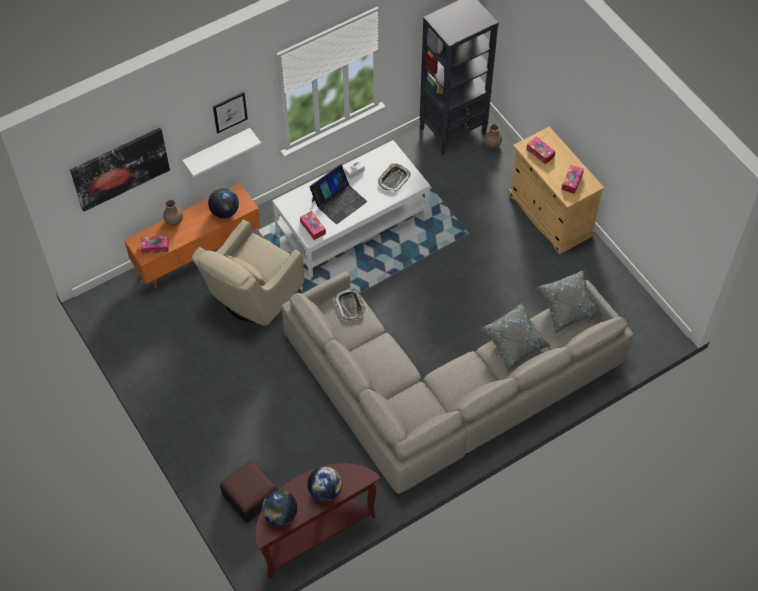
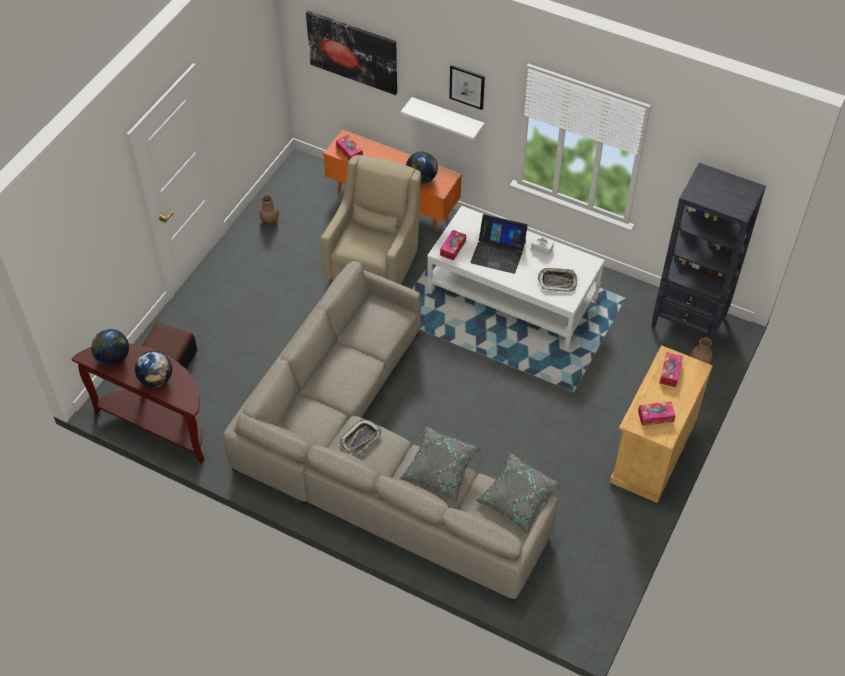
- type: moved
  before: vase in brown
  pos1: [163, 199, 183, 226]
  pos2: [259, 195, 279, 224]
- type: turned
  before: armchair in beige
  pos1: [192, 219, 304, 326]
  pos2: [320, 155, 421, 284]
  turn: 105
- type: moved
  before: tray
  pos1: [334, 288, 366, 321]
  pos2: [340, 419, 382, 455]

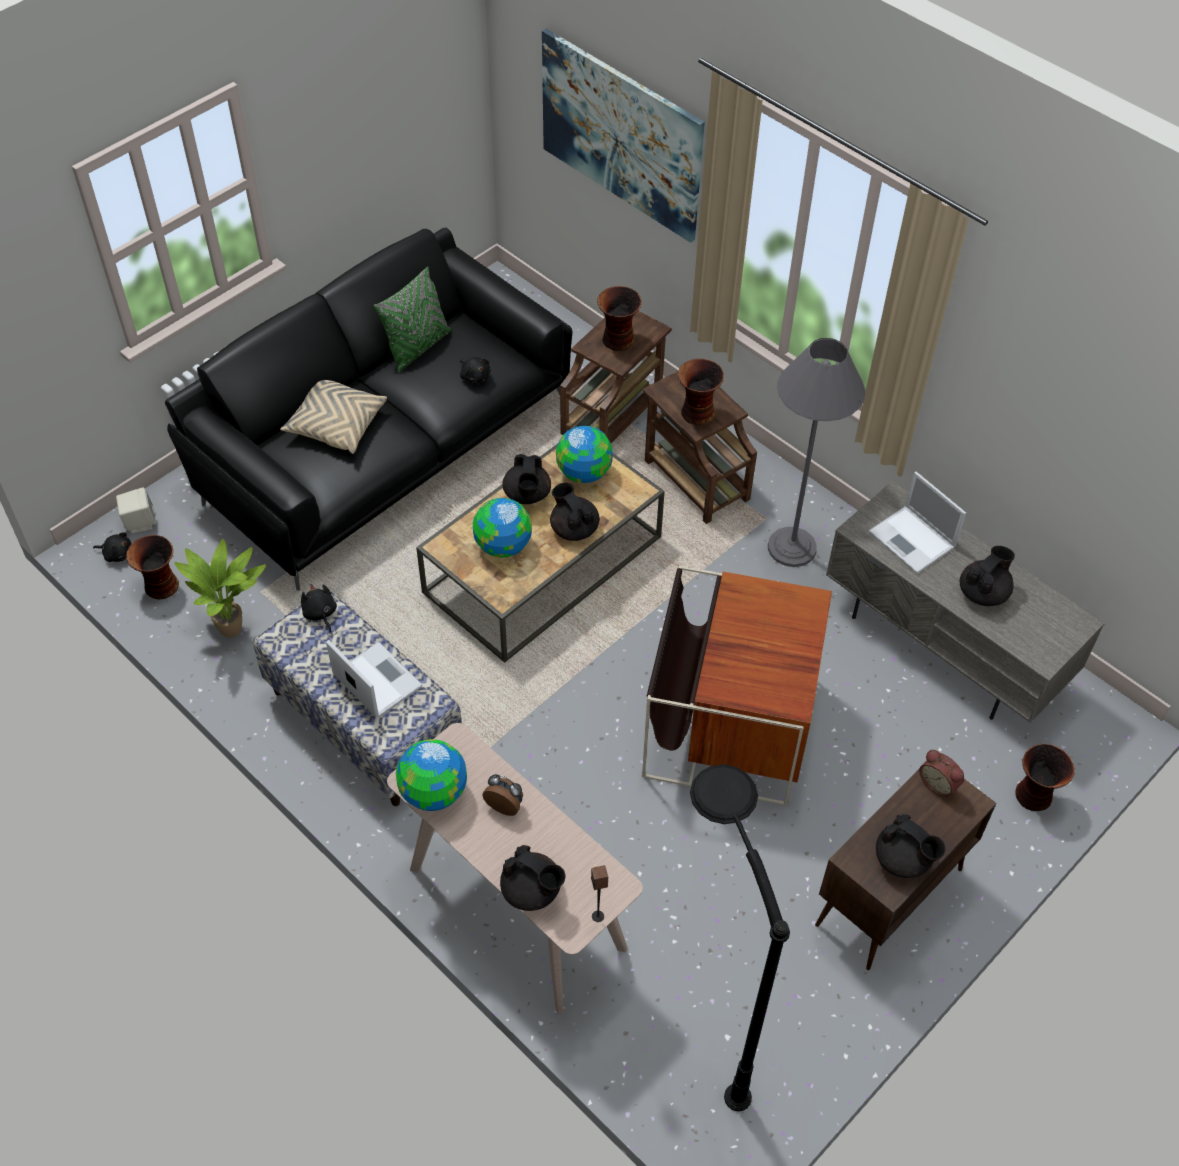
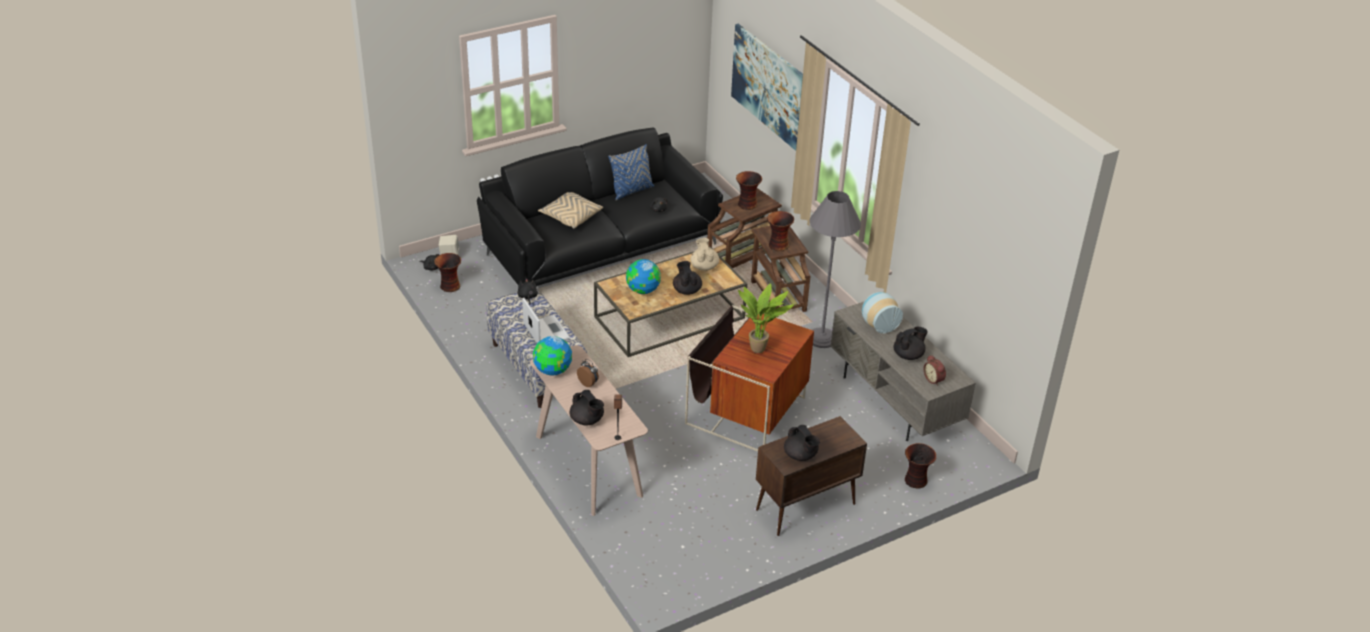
- type: recoloured
  before: pillow in green
  after: pillow in blue
  pos1: [374, 267, 451, 373]
  pos2: [608, 144, 654, 200]
- type: replaced
  before: globe
  after: teapot in beige
  pos1: [556, 426, 613, 483]
  pos2: [691, 238, 719, 271]
- type: moved
  before: potted plant
  pos1: [174, 539, 266, 637]
  pos2: [738, 283, 794, 353]
- type: replaced
  before: laptop
  after: vase
  pos1: [869, 472, 966, 574]
  pos2: [862, 292, 903, 333]
- type: moved
  before: alarm clock
  pos1: [919, 750, 964, 797]
  pos2: [923, 355, 946, 386]
- type: removed
  before: teapot in black
  pos1: [502, 454, 551, 504]
- type: removed
  before: floor lamp in black
  pos1: [690, 764, 790, 1111]

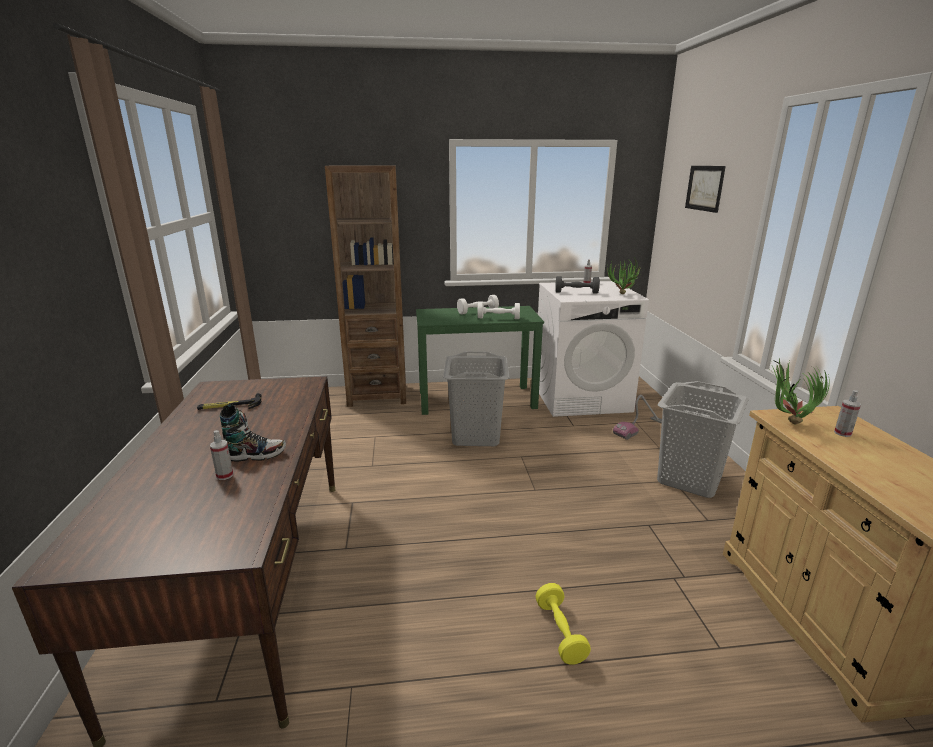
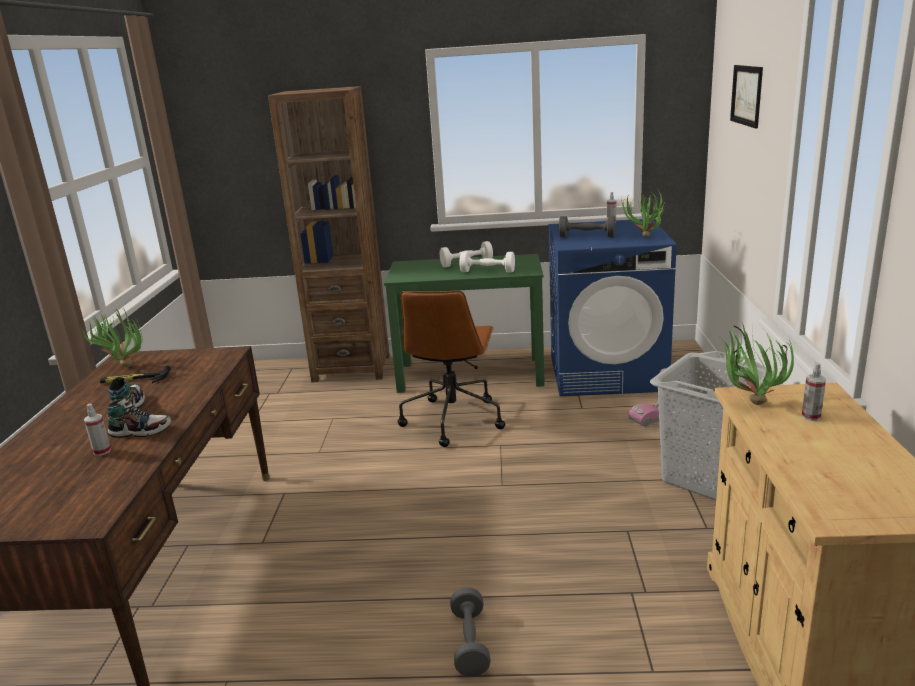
- type: added
  after: potted plant
  pos2: [80, 306, 142, 367]
- type: replaced
  before: laundry basket in grey
  after: office chair in brown
  pos1: [443, 352, 509, 446]
  pos2: [398, 290, 505, 447]
- type: recoloured
  before: dumbbell in yellow
  after: dumbbell in grey
  pos1: [535, 583, 591, 665]
  pos2: [450, 587, 491, 677]
- type: recoloured
  before: washing machine in white
  after: washing machine in blue
  pos1: [538, 281, 649, 417]
  pos2: [548, 219, 677, 396]

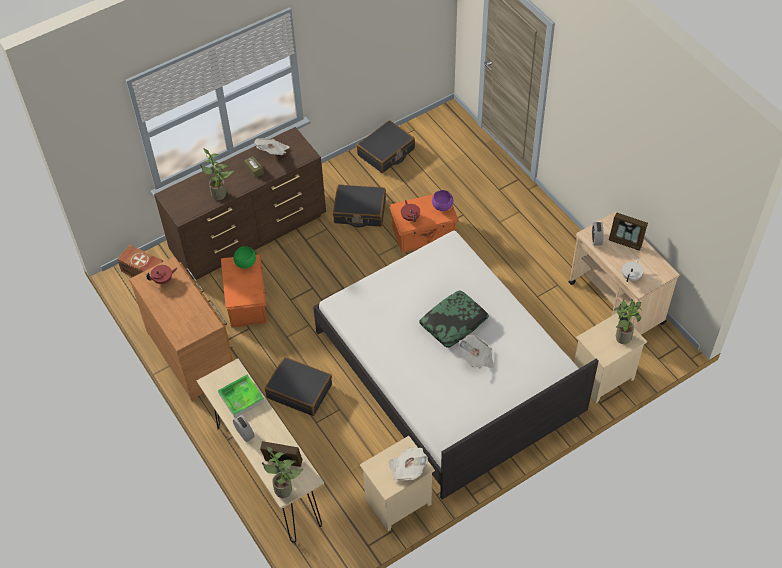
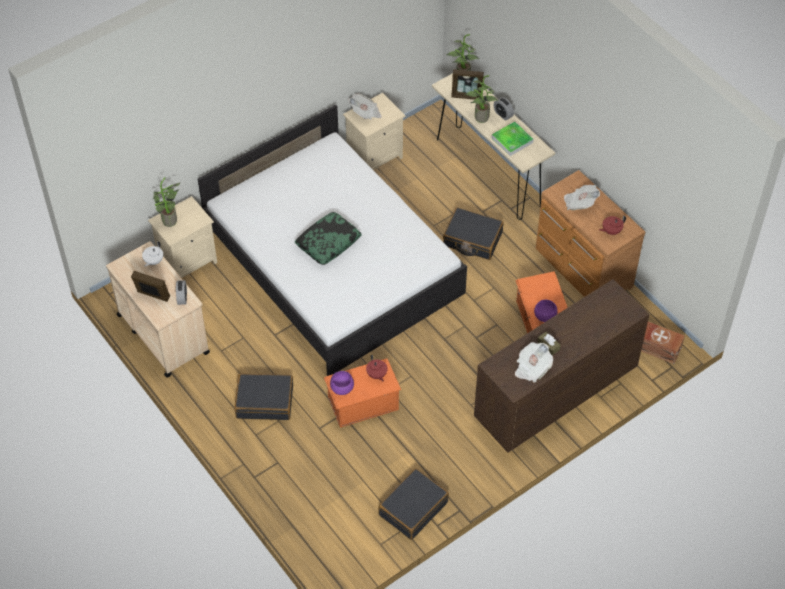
- type: moved
  before: suitcase in black
  pos1: [333, 184, 386, 228]
  pos2: [234, 374, 293, 420]
- type: moved
  before: potted plant
  pos1: [200, 148, 234, 200]
  pos2: [464, 75, 498, 123]
- type: recoloured
  before: bowl in green
  after: bowl in purple
  pos1: [233, 246, 256, 269]
  pos2: [534, 300, 558, 322]
- type: moved
  before: newspaper
  pos1: [459, 335, 493, 368]
  pos2: [564, 185, 600, 210]

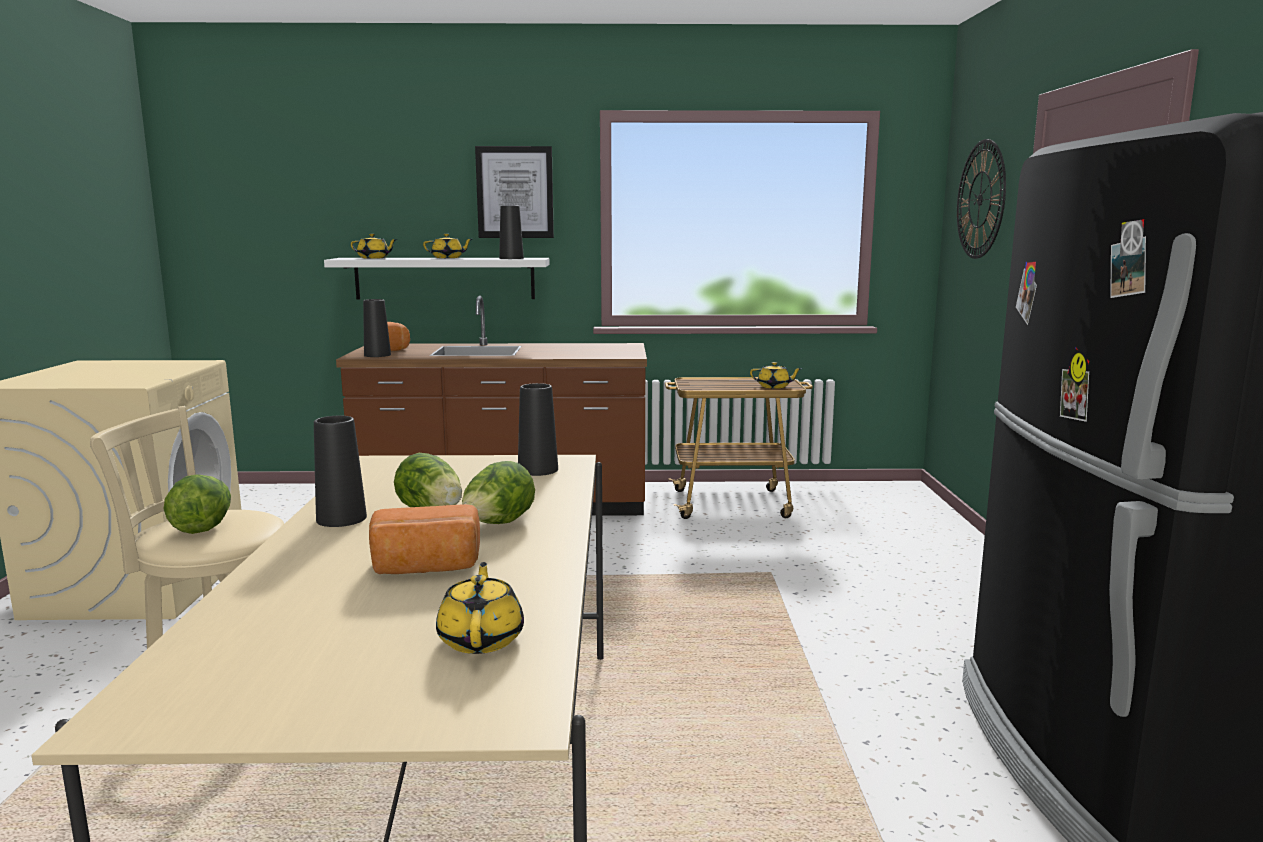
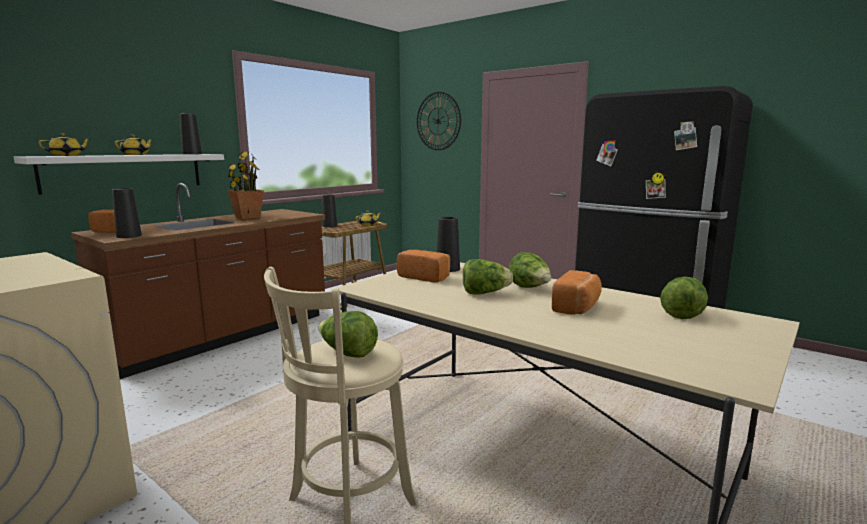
- type: added
  after: potted plant
  pos2: [227, 152, 264, 219]
- type: moved
  before: vase in black
  pos1: [314, 416, 367, 527]
  pos2: [322, 195, 337, 227]
- type: added
  after: bread
  pos2: [397, 250, 450, 283]
- type: replaced
  before: teapot in yellow
  after: lettuce
  pos1: [436, 562, 524, 654]
  pos2: [660, 277, 708, 319]
- type: removed
  before: picture
  pos1: [475, 146, 554, 238]

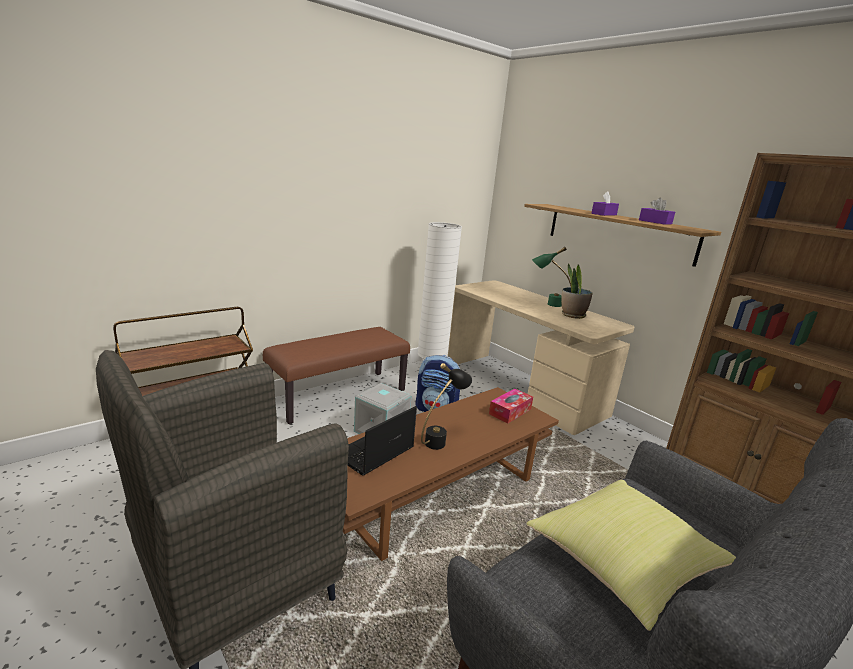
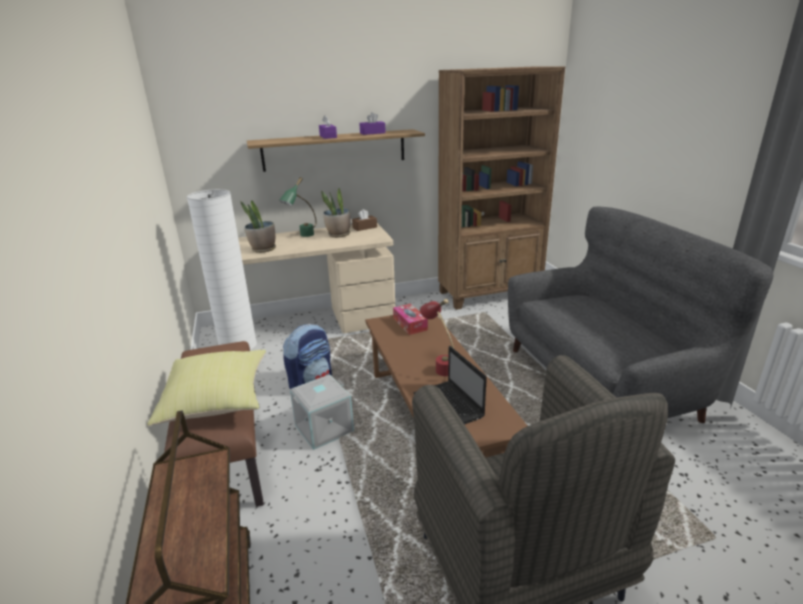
- type: moved
  before: pillow in yellow
  pos1: [527, 480, 736, 631]
  pos2: [147, 350, 266, 426]
- type: added
  after: potted plant
  pos2: [240, 200, 276, 253]
- type: added
  after: tissue box in brown
  pos2: [352, 209, 377, 231]
- type: recoloured
  before: table lamp in black
  after: table lamp in red
  pos1: [421, 363, 472, 450]
  pos2: [420, 299, 454, 376]

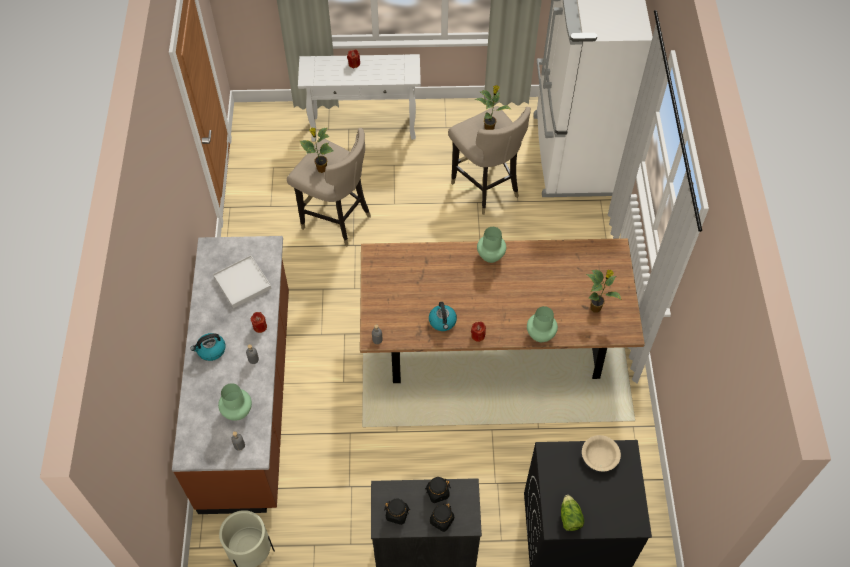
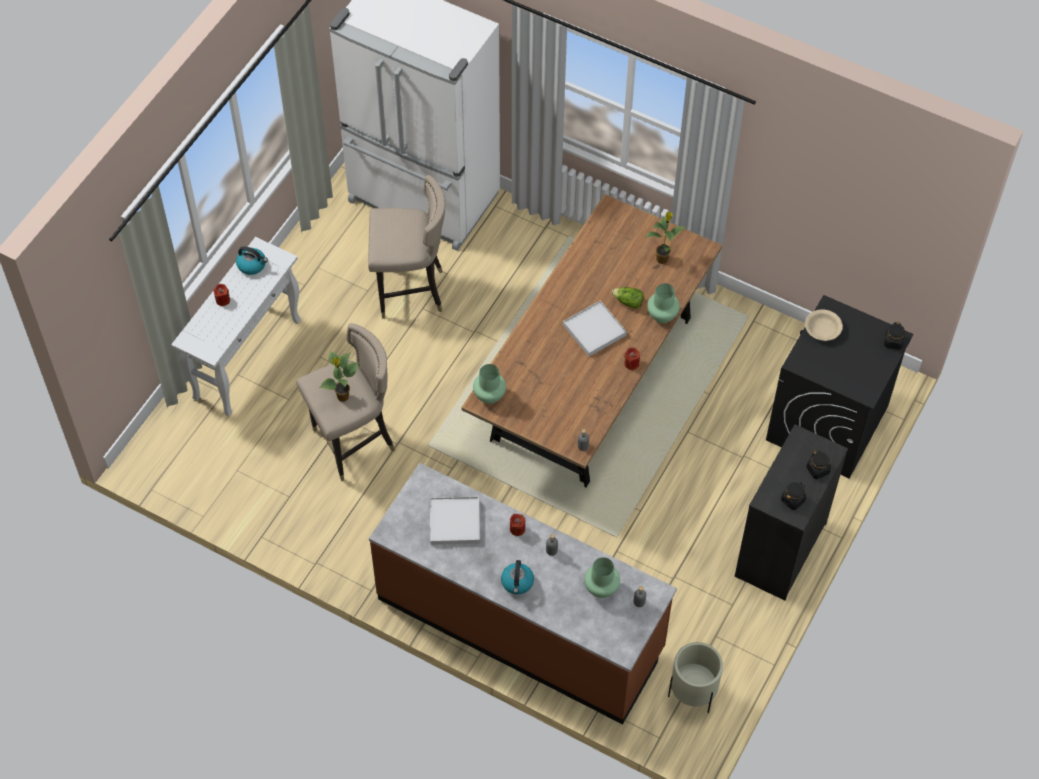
- type: moved
  before: kettle
  pos1: [429, 302, 457, 331]
  pos2: [236, 246, 268, 275]
- type: moved
  before: vase in green
  pos1: [477, 227, 506, 263]
  pos2: [473, 364, 506, 404]
- type: added
  after: tray in white
  pos2: [563, 301, 627, 357]
- type: moved
  before: lettuce
  pos1: [561, 495, 584, 531]
  pos2: [611, 287, 644, 309]
- type: moved
  before: jar in black
  pos1: [425, 477, 451, 503]
  pos2: [884, 322, 905, 350]
- type: removed
  before: potted plant
  pos1: [474, 85, 511, 130]

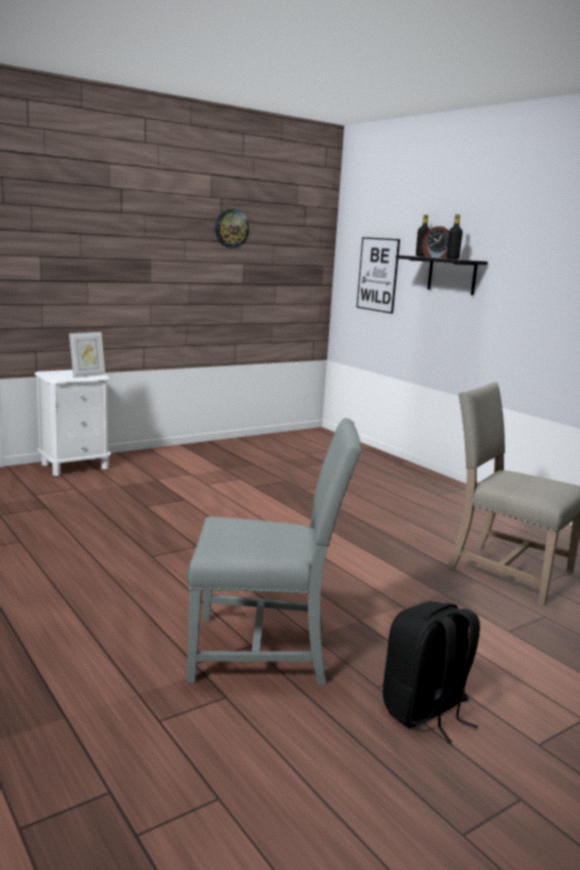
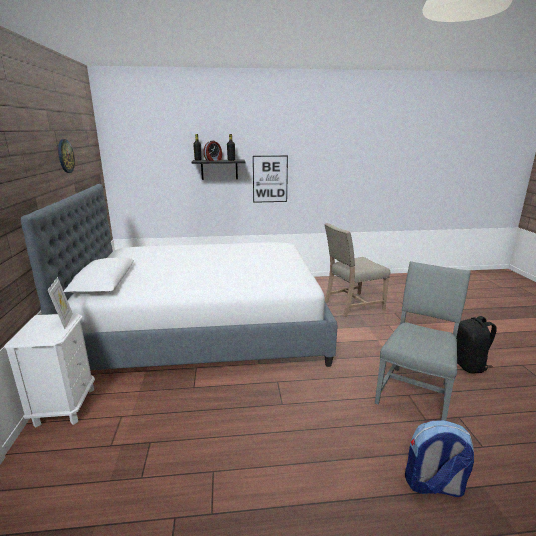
- type: added
  after: bed
  pos2: [21, 184, 337, 370]
- type: moved
  before: picture
  pos1: [357, 237, 400, 314]
  pos2: [253, 155, 288, 203]
- type: added
  after: backpack
  pos2: [405, 420, 474, 497]

